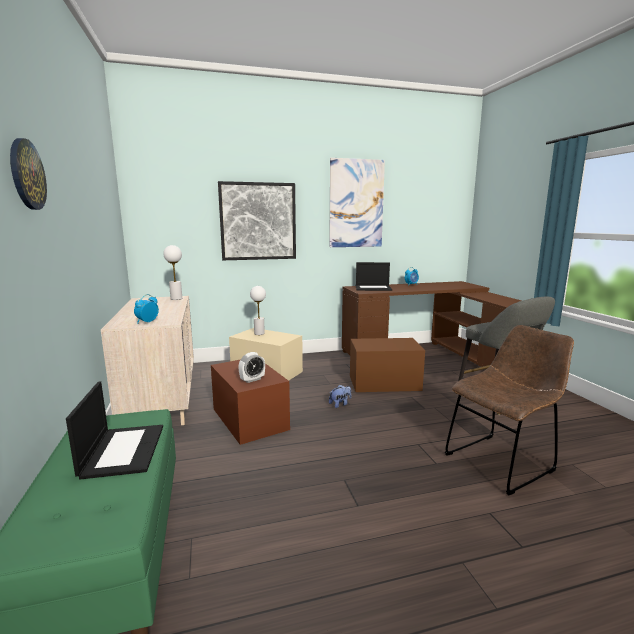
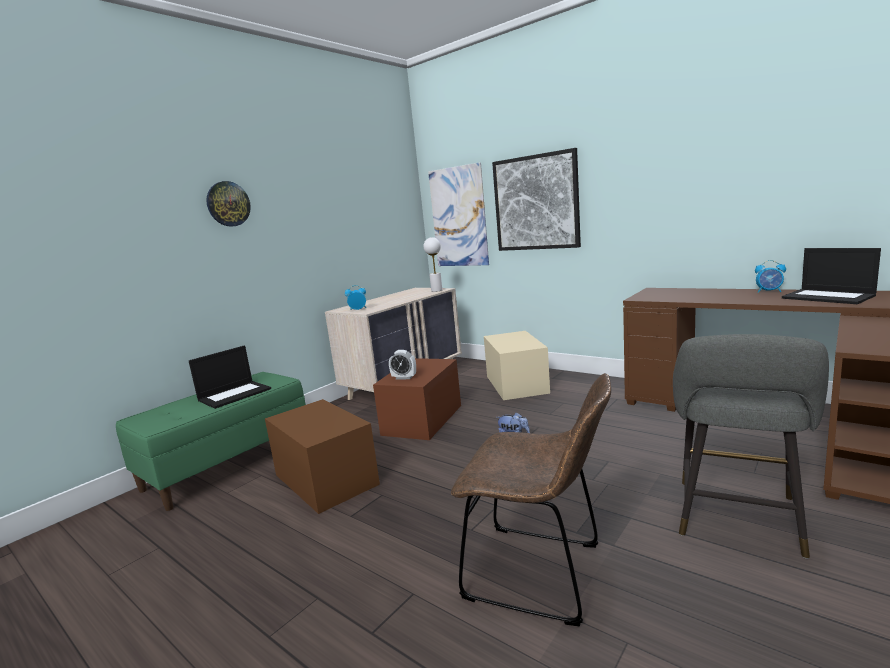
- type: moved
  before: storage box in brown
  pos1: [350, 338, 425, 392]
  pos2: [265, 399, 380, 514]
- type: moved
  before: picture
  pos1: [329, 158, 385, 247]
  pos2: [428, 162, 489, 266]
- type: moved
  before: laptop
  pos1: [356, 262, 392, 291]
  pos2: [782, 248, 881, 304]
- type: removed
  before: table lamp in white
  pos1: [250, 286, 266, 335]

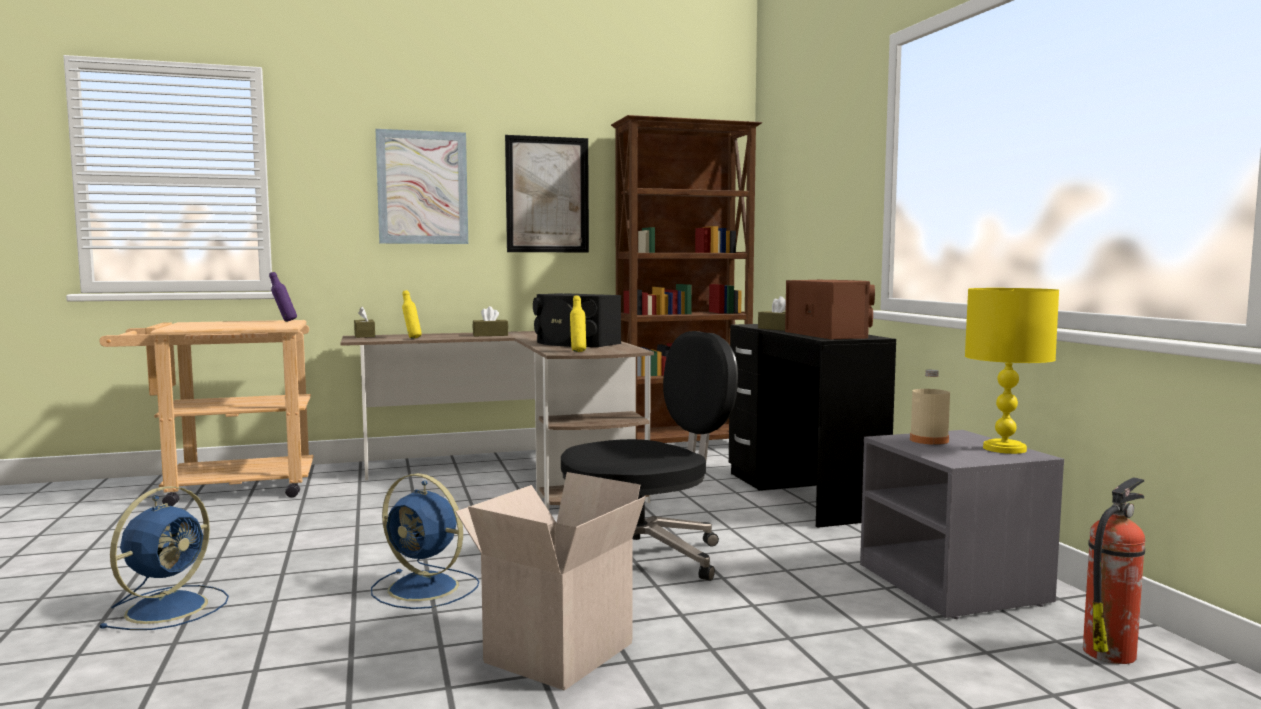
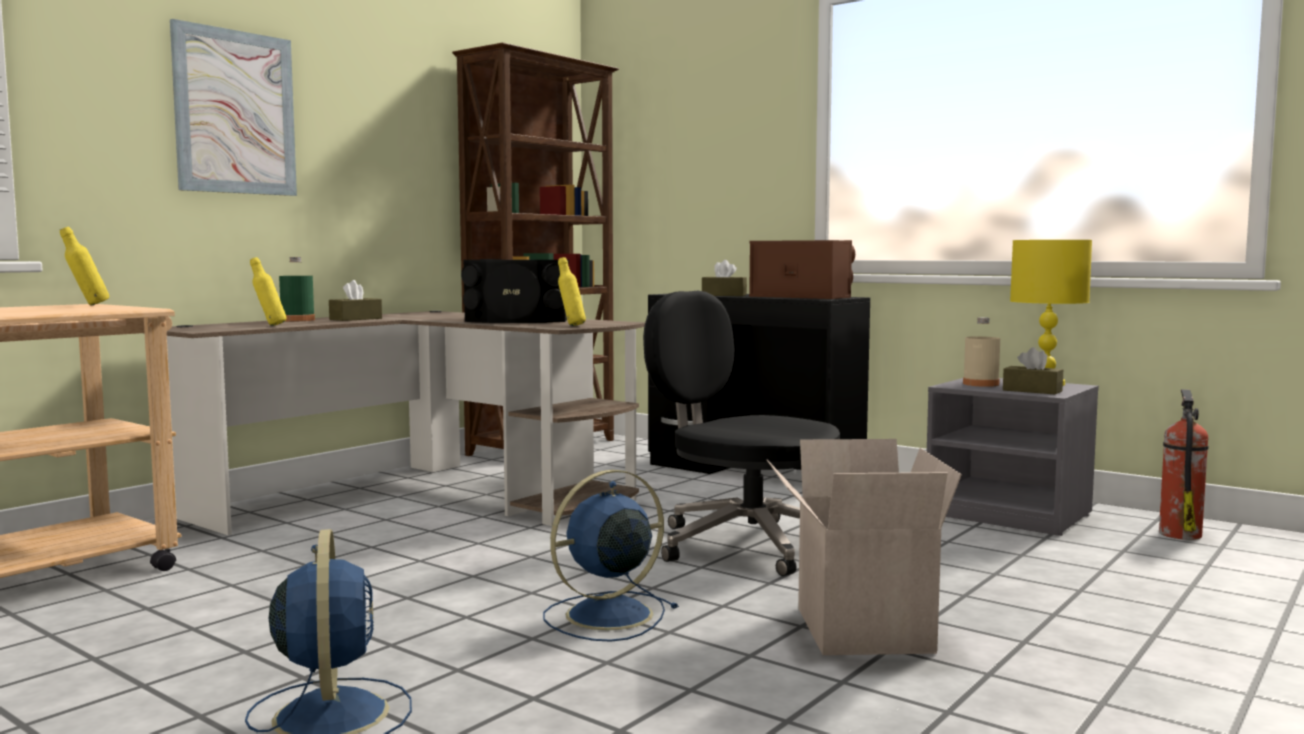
- type: recoloured
  before: bottle in purple
  after: bottle in yellow
  pos1: [269, 272, 297, 322]
  pos2: [60, 227, 109, 305]
- type: added
  after: bottle in green
  pos2: [279, 257, 315, 321]
- type: turned
  before: fan in blue
  pos1: [371, 473, 479, 609]
  pos2: [543, 469, 679, 642]
  turn: 150
- type: turned
  before: office chair in black
  pos1: [561, 331, 738, 581]
  pos2: [643, 291, 840, 576]
  turn: -75
- type: moved
  before: tissue box in brown
  pos1: [354, 307, 375, 338]
  pos2: [1003, 347, 1063, 394]
- type: removed
  before: picture
  pos1: [505, 135, 589, 252]

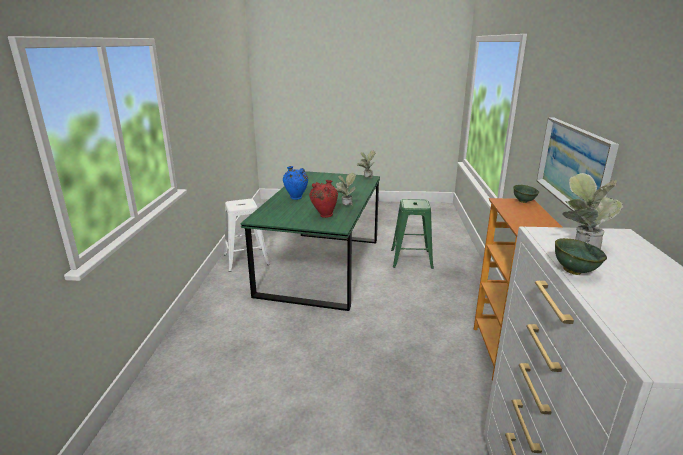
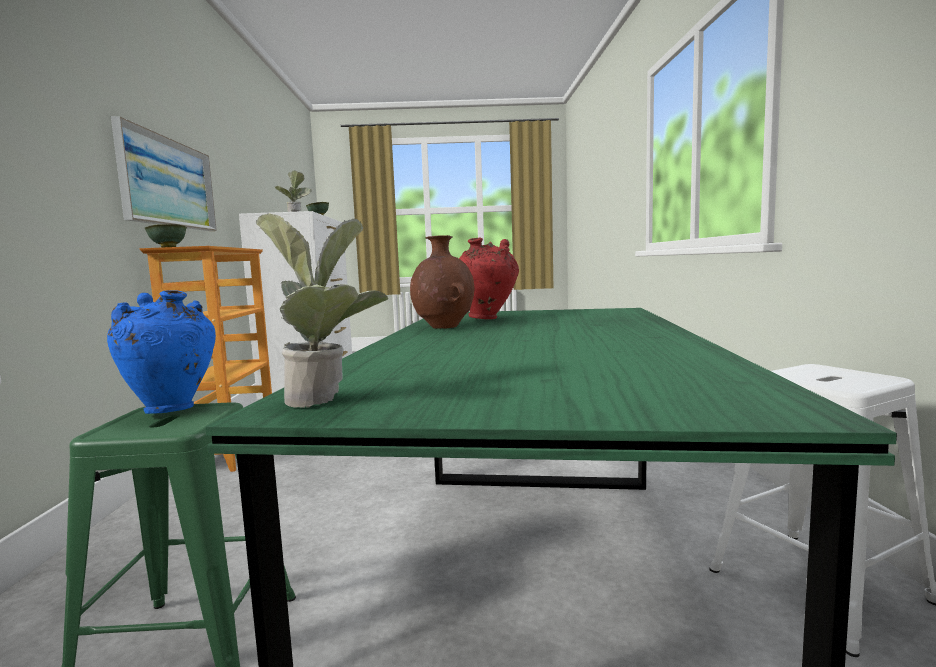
- type: moved
  before: vase in blue
  pos1: [283, 166, 308, 200]
  pos2: [107, 290, 216, 414]
- type: replaced
  before: potted plant
  after: vase in brown
  pos1: [336, 173, 356, 206]
  pos2: [410, 235, 475, 329]

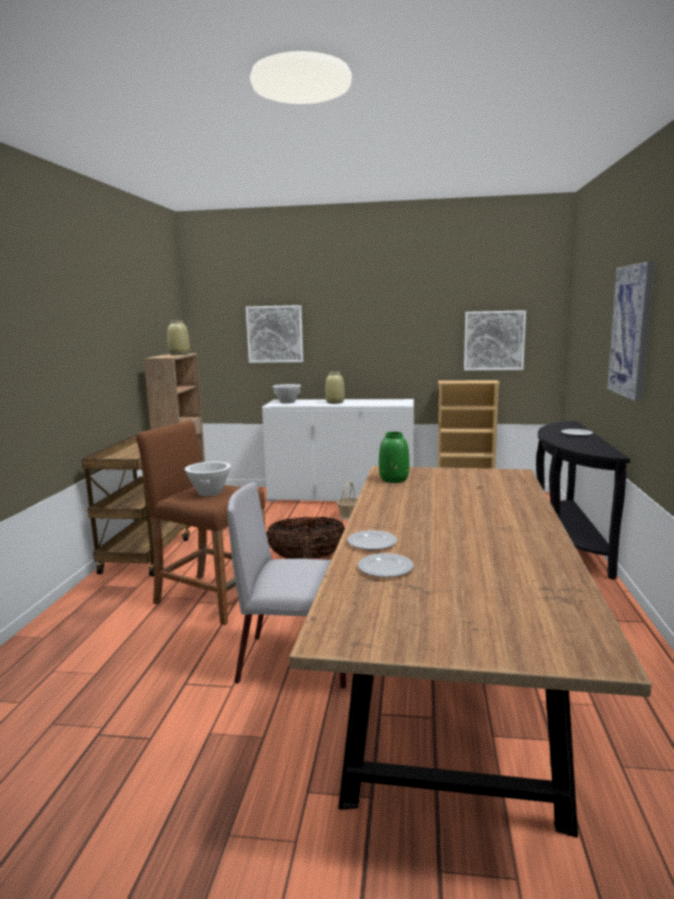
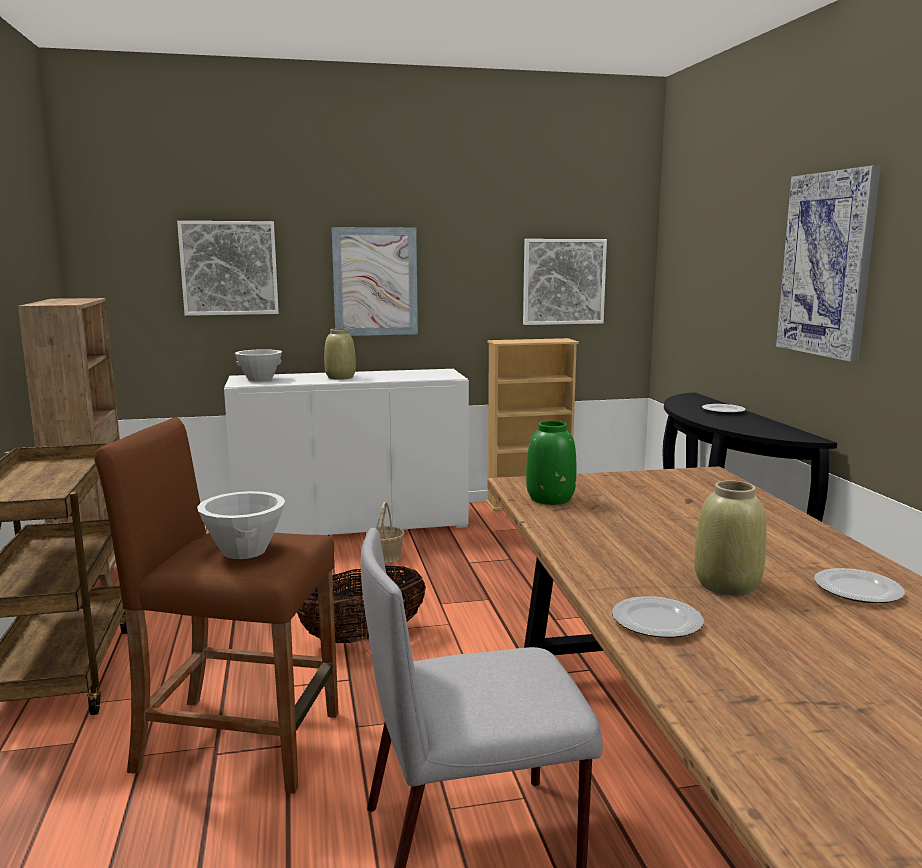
- type: added
  after: picture
  pos2: [332, 227, 418, 336]
- type: moved
  before: vase in beige
  pos1: [167, 321, 190, 355]
  pos2: [694, 480, 767, 596]
- type: moved
  before: plate
  pos1: [358, 553, 414, 577]
  pos2: [814, 568, 905, 603]

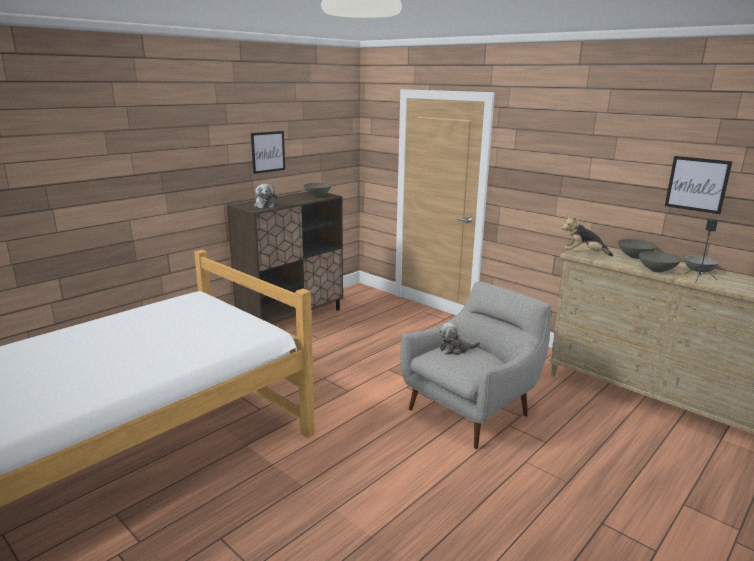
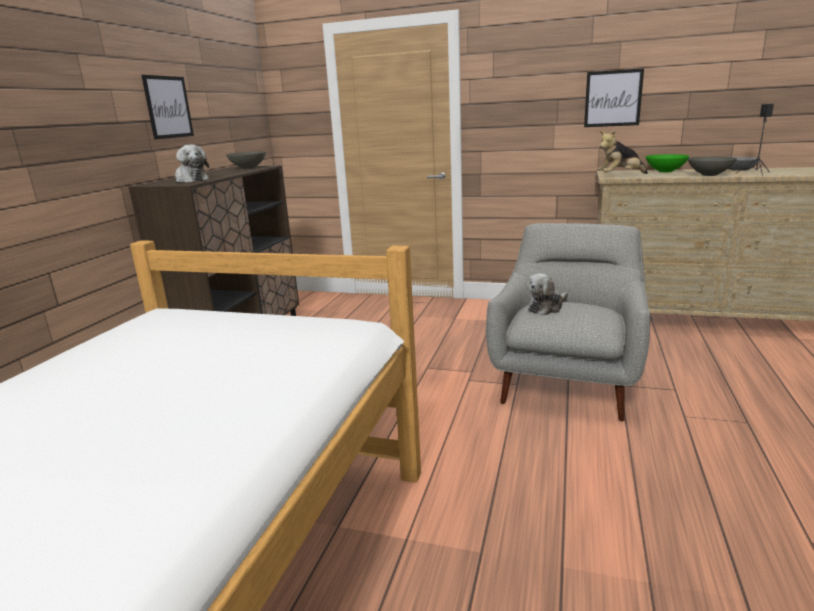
- type: moved
  before: picture
  pos1: [665, 156, 733, 214]
  pos2: [584, 68, 644, 127]
- type: recoloured
  before: bowl in grey
  after: bowl in green
  pos1: [618, 239, 657, 259]
  pos2: [646, 154, 689, 172]

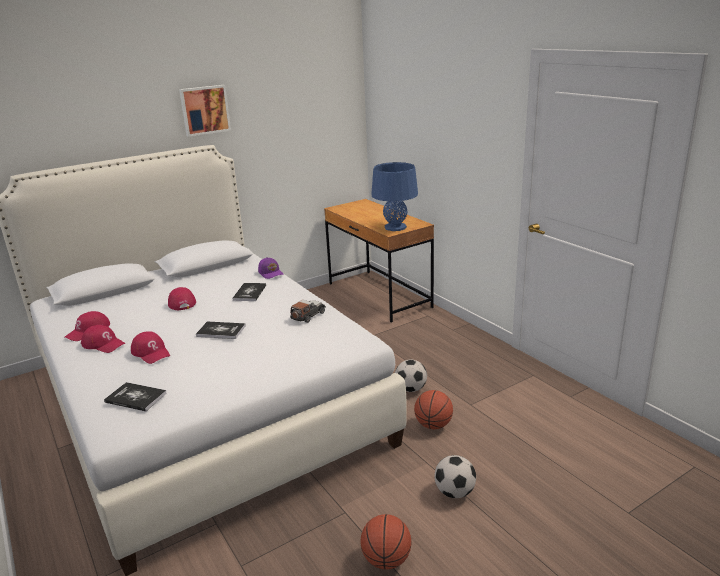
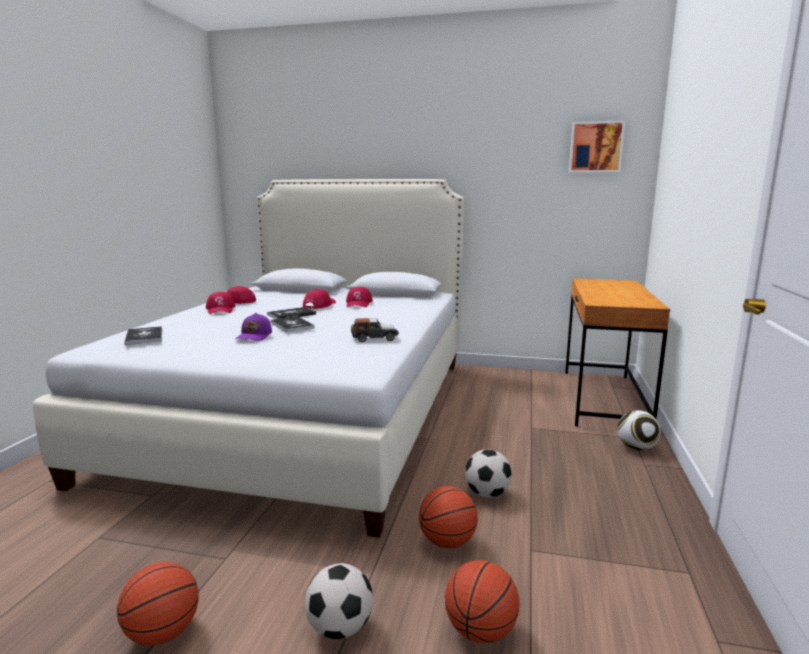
- type: moved
  before: cap in purple
  pos1: [258, 257, 284, 279]
  pos2: [235, 313, 272, 341]
- type: moved
  before: book
  pos1: [232, 283, 266, 301]
  pos2: [267, 307, 316, 319]
- type: moved
  before: cap in red
  pos1: [131, 331, 170, 364]
  pos2: [346, 287, 373, 307]
- type: added
  after: basketball
  pos2: [445, 560, 519, 643]
- type: moved
  before: picture
  pos1: [179, 85, 231, 137]
  pos2: [569, 120, 625, 173]
- type: added
  after: football
  pos2: [618, 410, 661, 450]
- type: removed
  before: table lamp in blue
  pos1: [371, 162, 418, 231]

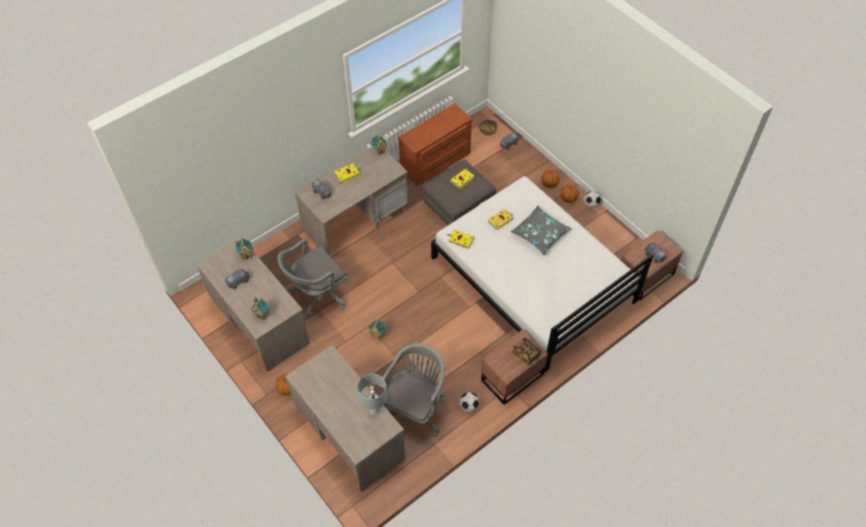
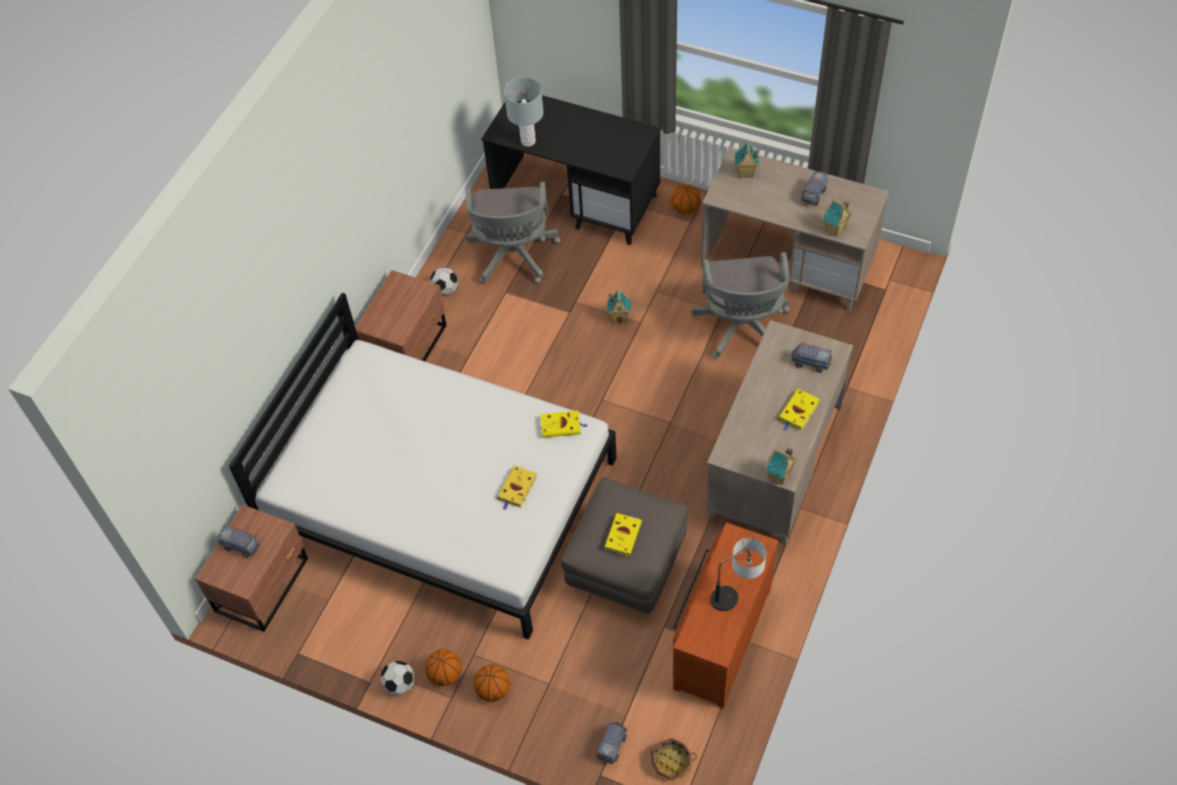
- type: recoloured
  before: desk in beige
  after: desk in black
  pos1: [285, 345, 405, 492]
  pos2: [482, 95, 661, 245]
- type: turned
  before: office chair in grey
  pos1: [277, 239, 348, 318]
  pos2: [691, 252, 790, 359]
  turn: 150
- type: added
  after: table lamp
  pos2: [710, 538, 766, 611]
- type: removed
  before: pillow in grey
  pos1: [511, 206, 571, 255]
- type: removed
  before: book
  pos1: [512, 337, 542, 365]

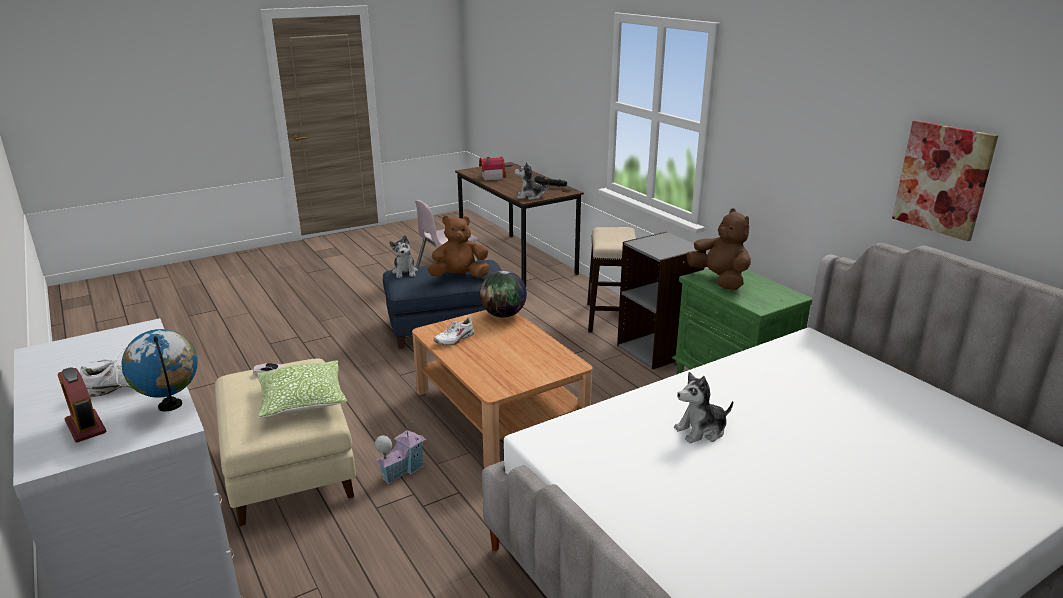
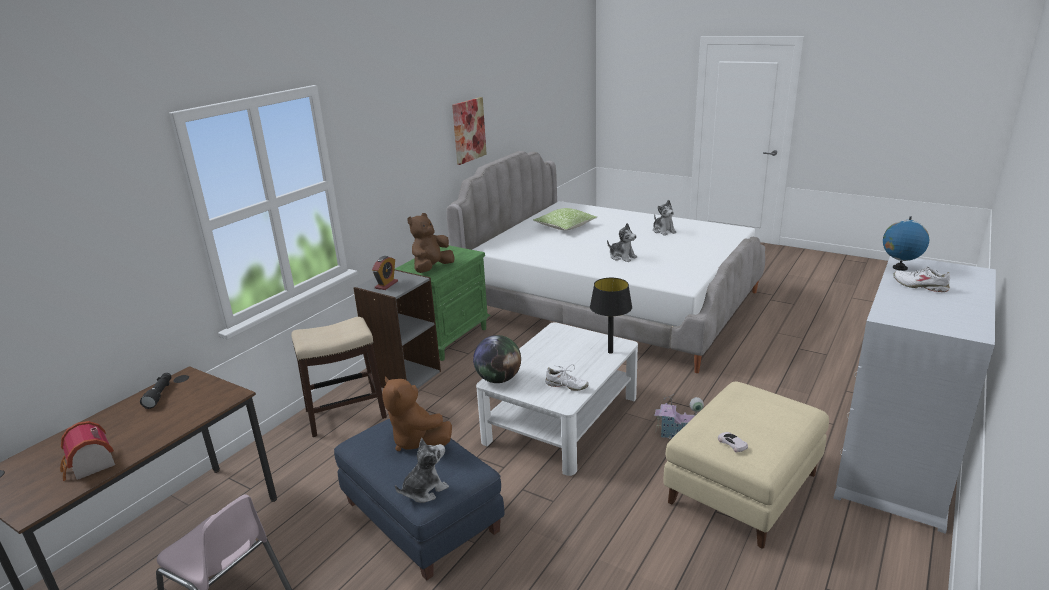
- type: moved
  before: alarm clock
  pos1: [58, 367, 106, 443]
  pos2: [372, 256, 398, 290]
- type: recoloured
  before: coffee table in brown
  after: coffee table in white
  pos1: [412, 310, 592, 468]
  pos2: [476, 322, 638, 476]
- type: moved
  before: pillow
  pos1: [257, 360, 347, 419]
  pos2: [533, 208, 597, 230]
- type: added
  after: table lamp in black
  pos2: [590, 278, 632, 354]
- type: moved
  before: plush toy
  pos1: [514, 161, 549, 200]
  pos2: [653, 200, 677, 236]

